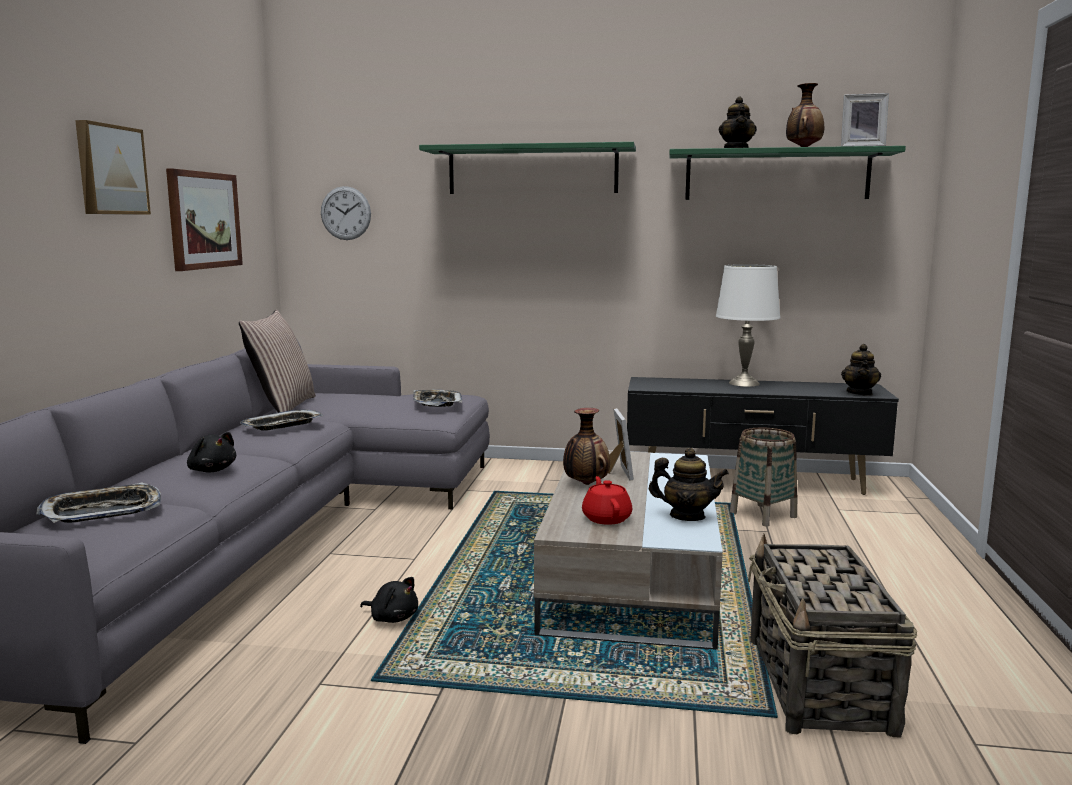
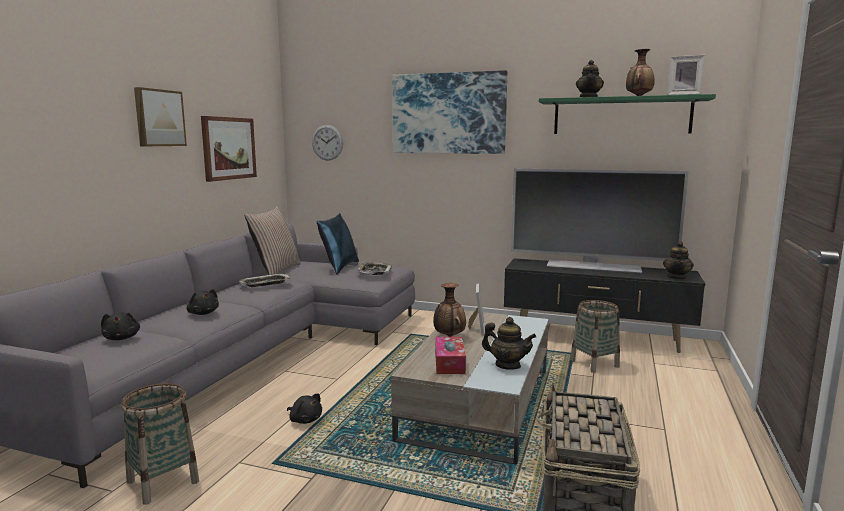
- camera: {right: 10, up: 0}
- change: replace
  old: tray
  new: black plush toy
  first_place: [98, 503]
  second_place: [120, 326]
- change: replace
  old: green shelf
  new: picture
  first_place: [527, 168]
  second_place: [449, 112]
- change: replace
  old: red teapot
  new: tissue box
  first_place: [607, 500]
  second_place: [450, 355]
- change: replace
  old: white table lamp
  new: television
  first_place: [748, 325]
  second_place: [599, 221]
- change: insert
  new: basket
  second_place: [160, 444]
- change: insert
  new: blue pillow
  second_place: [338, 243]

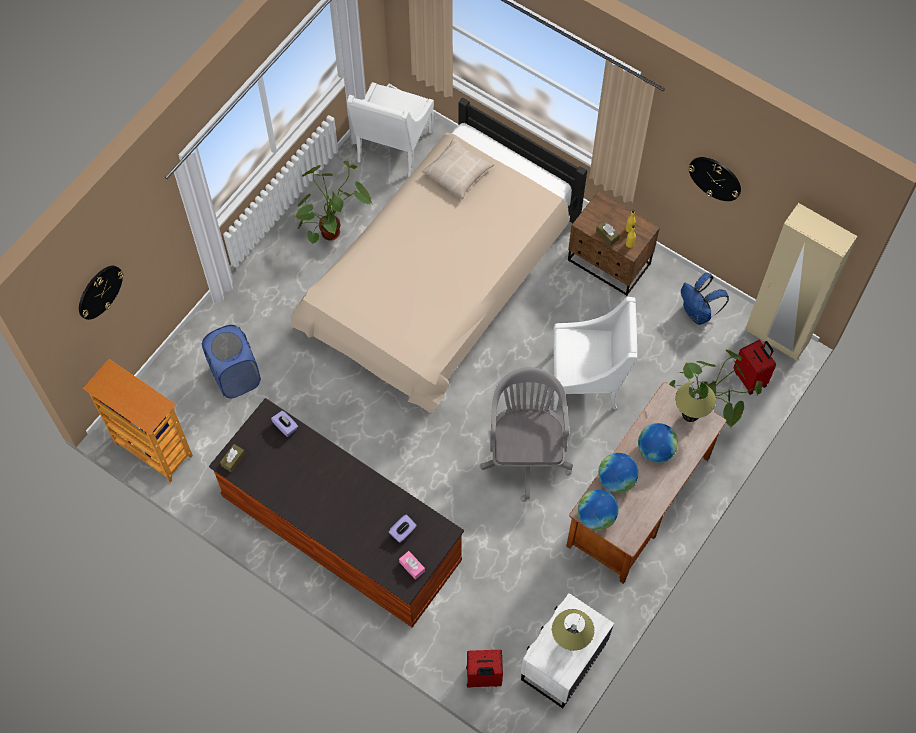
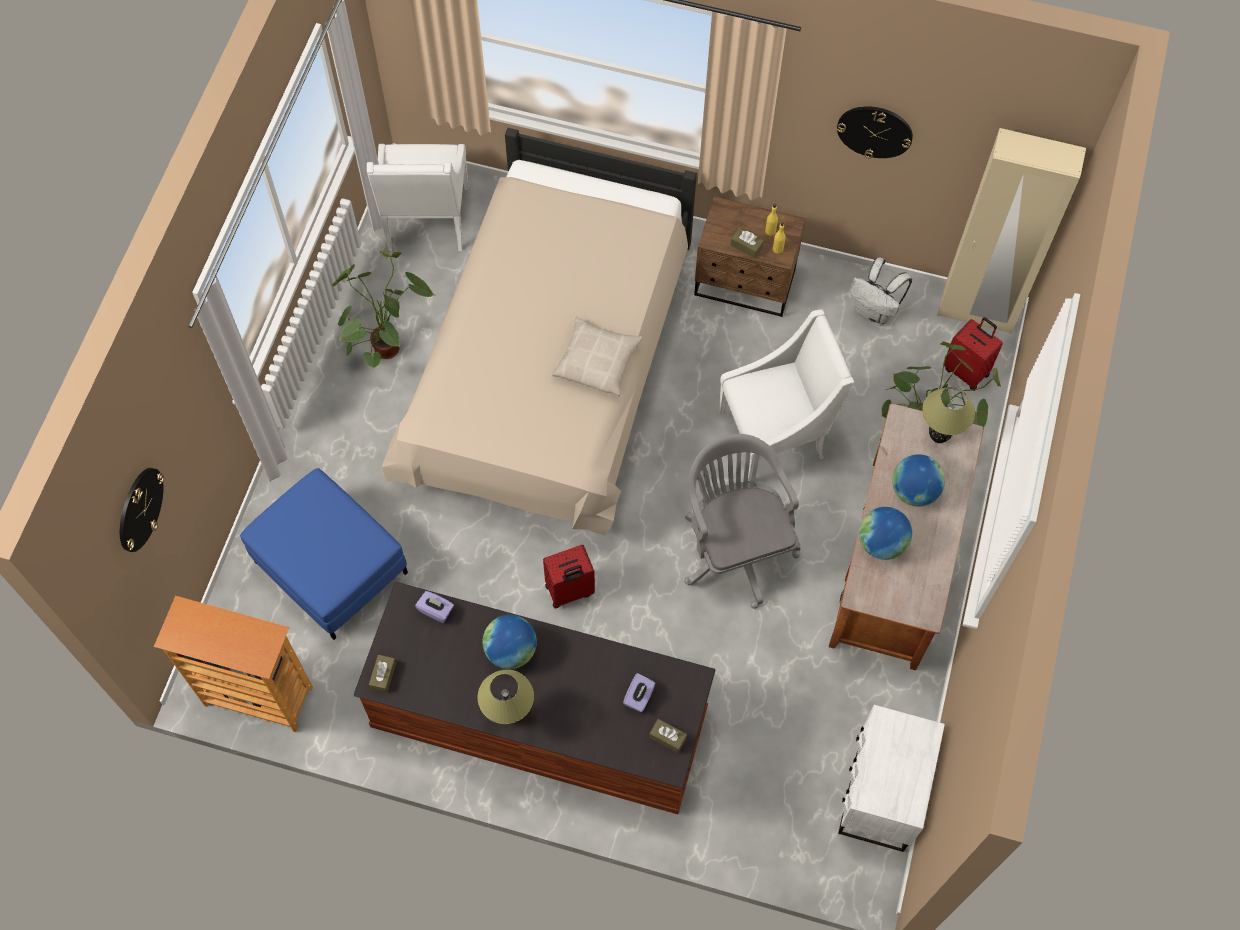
- camera: {right: -20, up: 0}
- change: replace
  old: blue laundry basket
  new: blue ottoman
  first_place: [231, 362]
  second_place: [324, 554]
- change: recolor
  old: pink tissue box
  new: brown tissue box
  first_place: [412, 565]
  second_place: [668, 736]
- change: move
  old: beige pillow
  first_place: [458, 168]
  second_place: [597, 356]
- change: move
  old: red suitcase
  first_place: [484, 669]
  second_place: [569, 577]
- change: move
  old: table lamp
  first_place: [573, 630]
  second_place: [506, 697]
- change: move
  old: globe
  first_place: [598, 509]
  second_place: [510, 642]
- change: recolor
  old: blue backpack
  new: white backpack
  first_place: [705, 299]
  second_place: [881, 292]

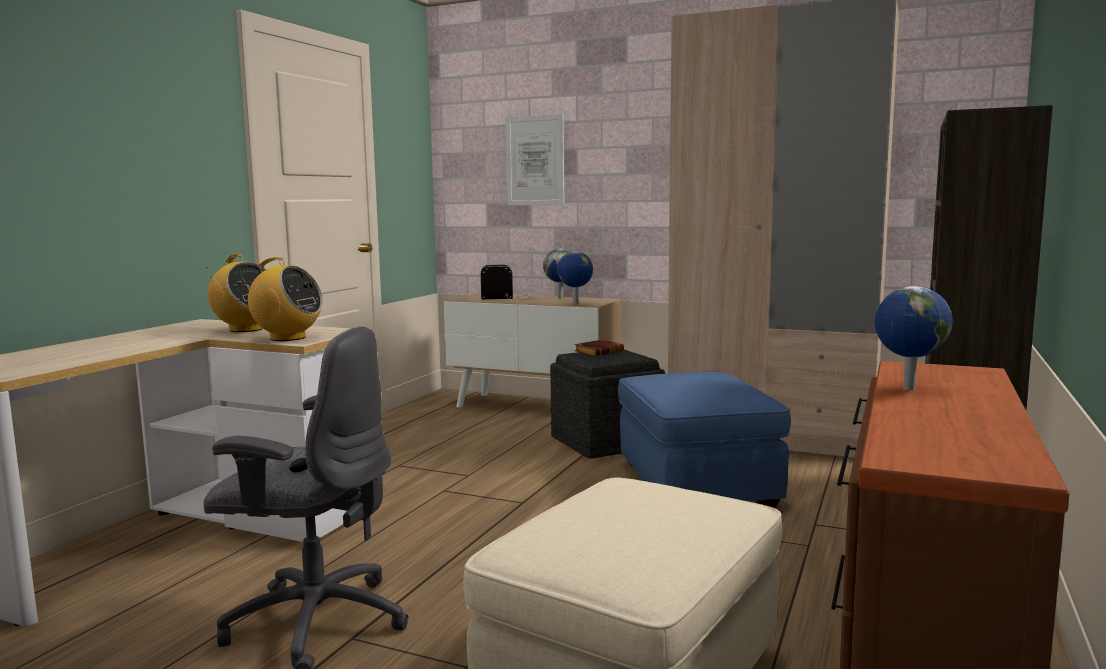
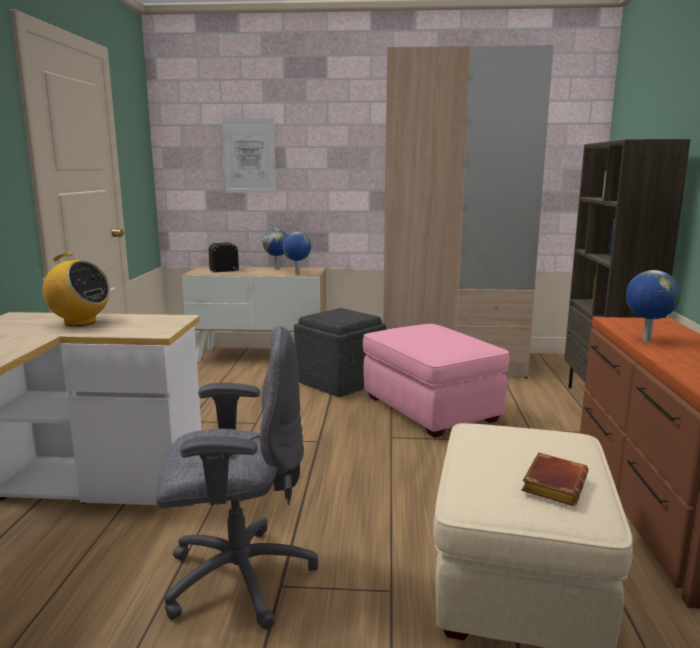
- camera: {right: -20, up: 5}
- change: delete
  old: radio
  first_place: [281, 299]
- change: move
  old: brown book
  first_place: [599, 348]
  second_place: [554, 479]
- change: recolor
  old: blue ottoman
  new: pink ottoman
  first_place: [704, 440]
  second_place: [436, 381]

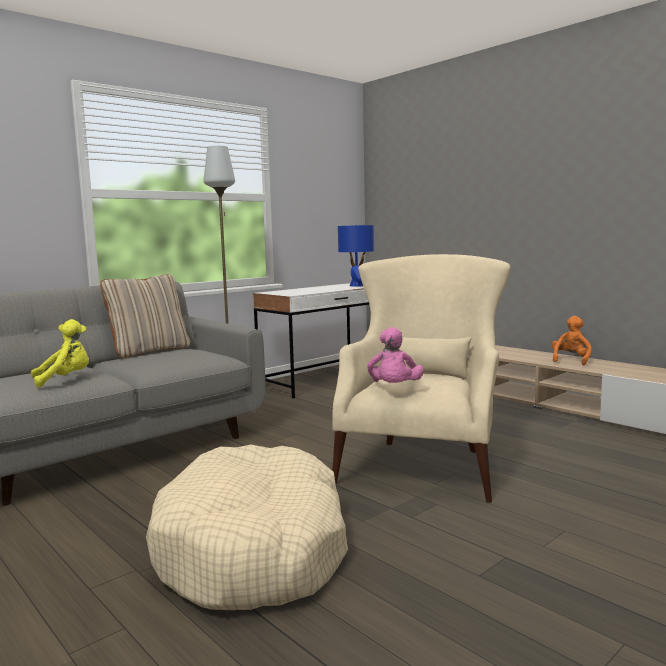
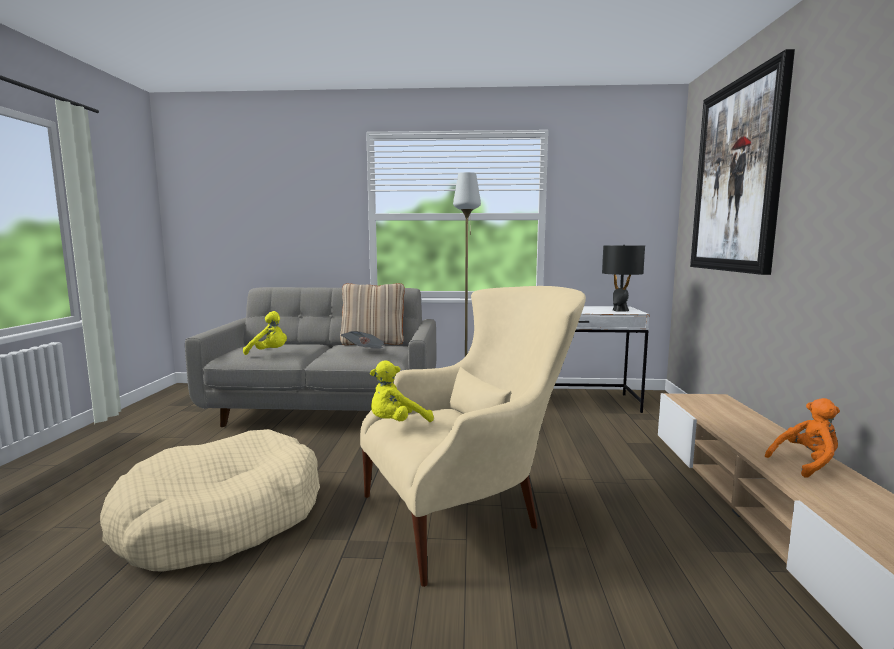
- camera: {right: 45, up: 0}
- change: recolor
  old: blue table lamp
  new: black table lamp
  first_place: [356, 256]
  second_place: [623, 278]
- change: recolor
  old: pink plush toy
  new: yellow plush toy
  first_place: [395, 355]
  second_place: [402, 391]
- change: insert
  new: newspaper
  second_place: [362, 340]
- change: insert
  new: picture
  second_place: [742, 162]

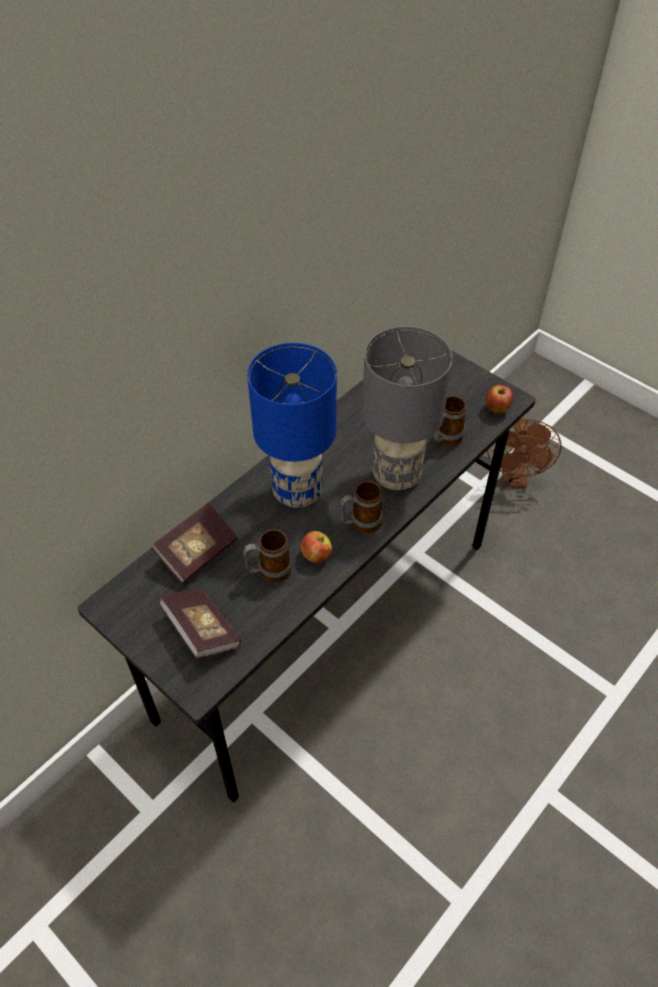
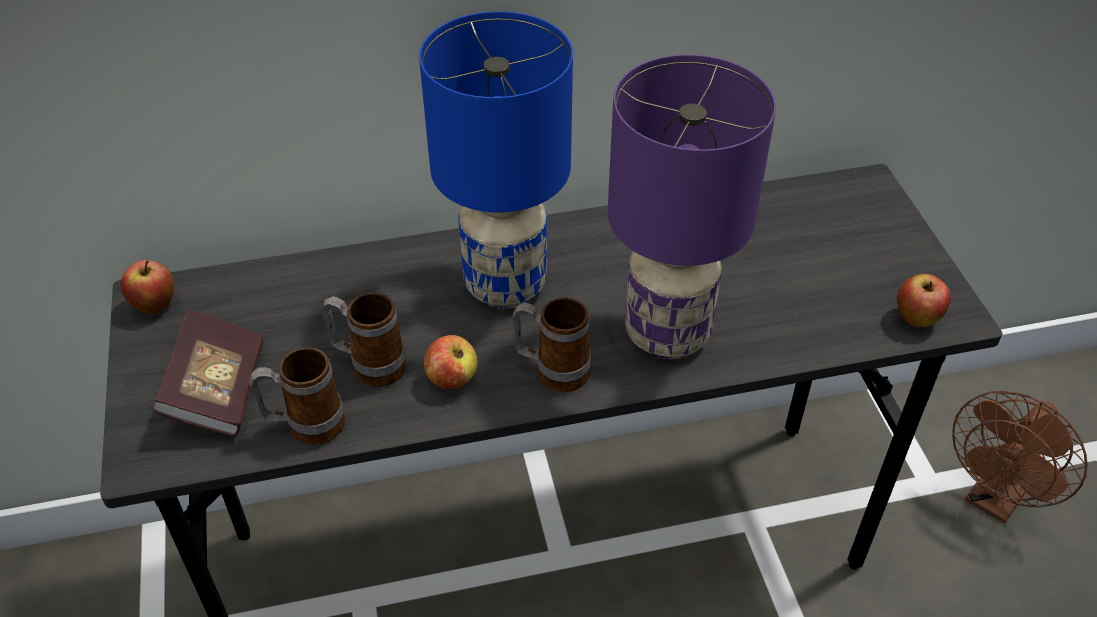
- camera: {right: 35, up: -5}
- change: delete
  old: book
  first_place: [195, 542]
- change: recolor
  old: grey table lamp
  new: purple table lamp
  first_place: [407, 408]
  second_place: [692, 207]
- change: move
  old: mug
  first_place: [449, 421]
  second_place: [297, 396]
- change: insert
  new: apple
  second_place: [147, 287]

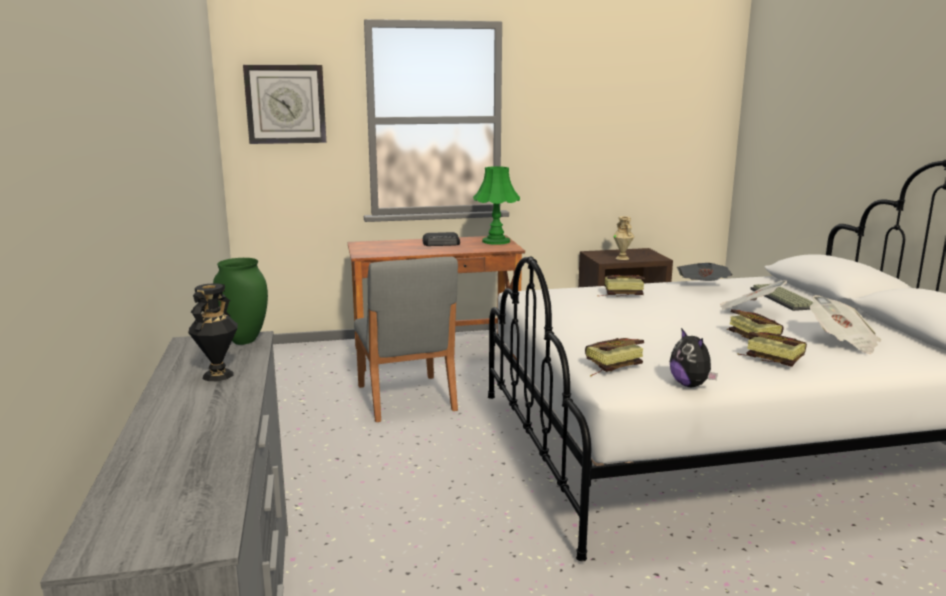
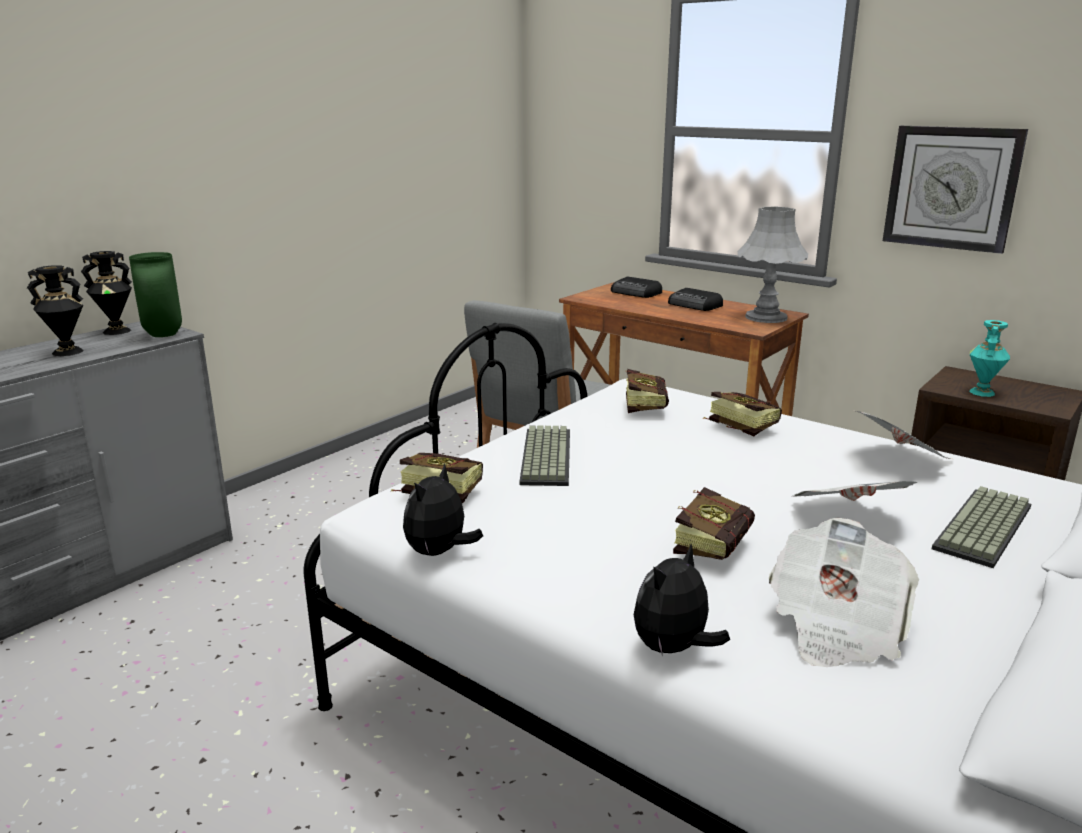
- camera: {right: 50, up: 5}
- change: move
  old: wall clock
  first_place: [284, 104]
  second_place: [955, 190]
- change: recolor
  old: green table lamp
  new: grey table lamp
  first_place: [496, 205]
  second_place: [773, 265]
- change: recolor
  old: beige vase
  new: turquoise vase
  first_place: [623, 238]
  second_place: [990, 358]
- change: move
  old: book
  first_place: [772, 349]
  second_place: [647, 391]
- change: insert
  new: black vase
  second_place: [106, 293]
- change: insert
  new: keyboard
  second_place: [544, 455]
- change: insert
  new: radio
  second_place: [636, 287]
- change: insert
  new: plush toy
  second_place: [682, 600]

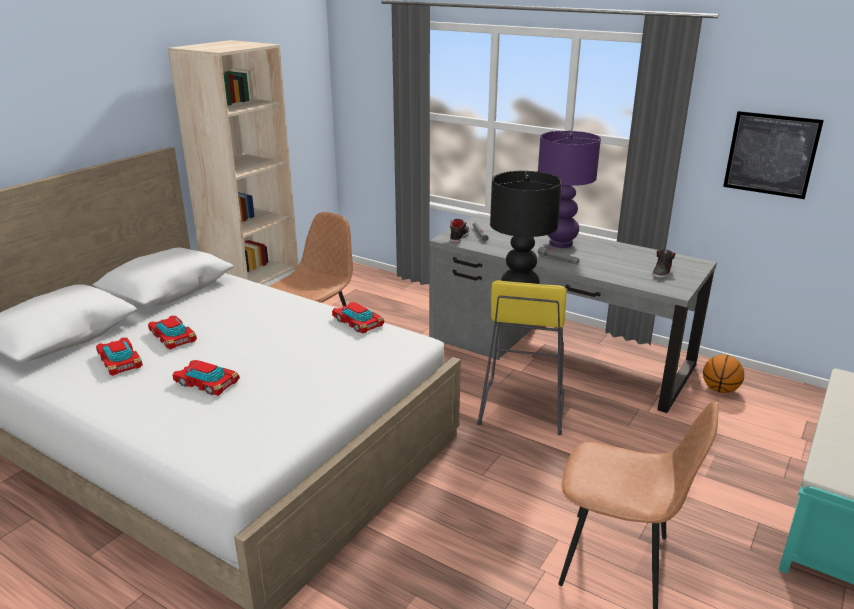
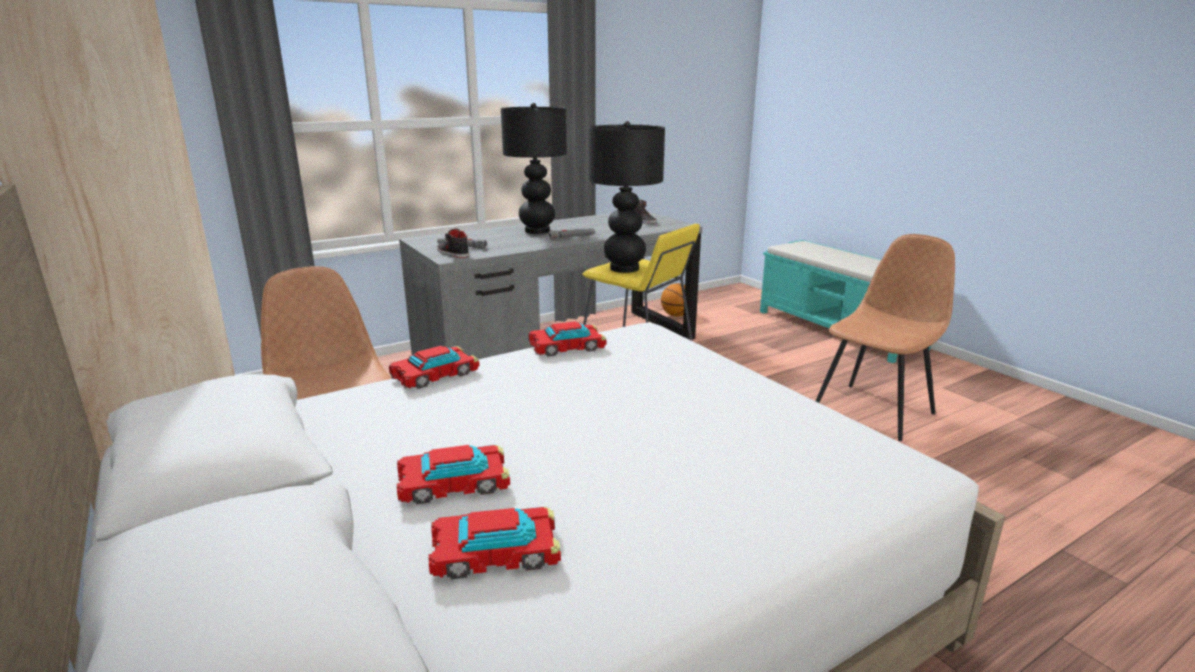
- camera: {right: -65, up: -5}
- change: move
  old: toy car
  first_place: [206, 378]
  second_place: [434, 367]
- change: recolor
  old: purple table lamp
  new: black table lamp
  first_place: [569, 189]
  second_place: [534, 168]
- change: delete
  old: picture
  first_place: [773, 155]

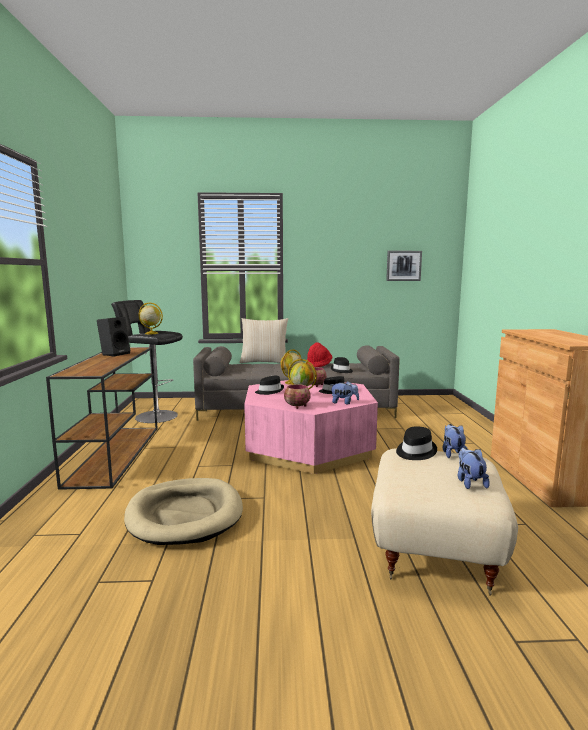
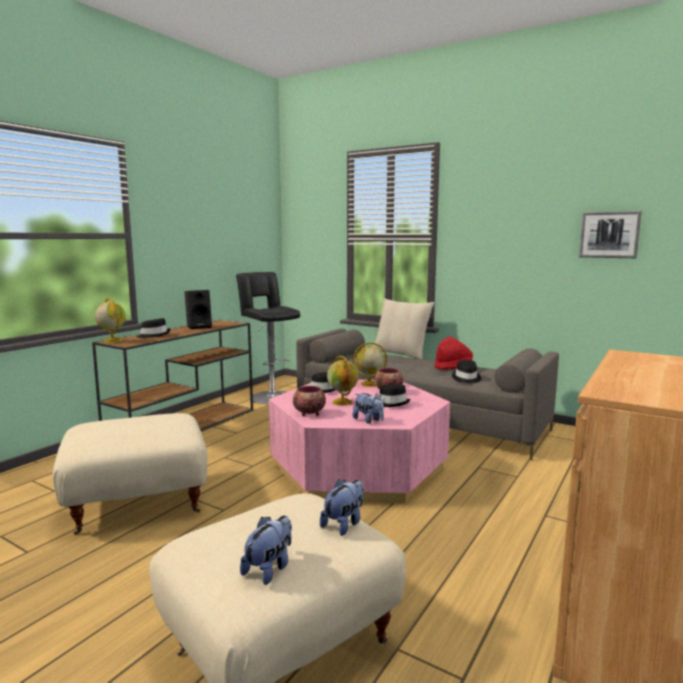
- camera: {right: 35, up: 0}
- change: replace
  old: beige dog bed
  new: beige ottoman
  first_place: [183, 511]
  second_place: [130, 474]
- change: move
  old: globe
  first_place: [150, 318]
  second_place: [110, 320]
- change: move
  old: black hat
  first_place: [416, 443]
  second_place: [153, 328]

